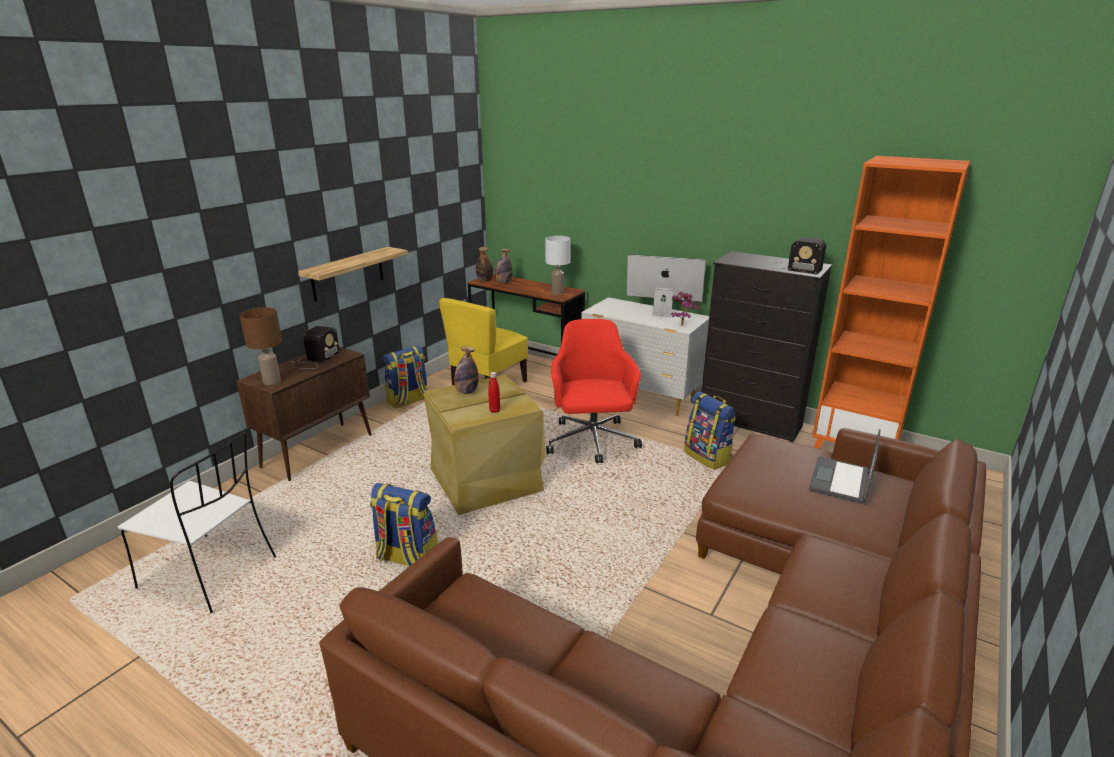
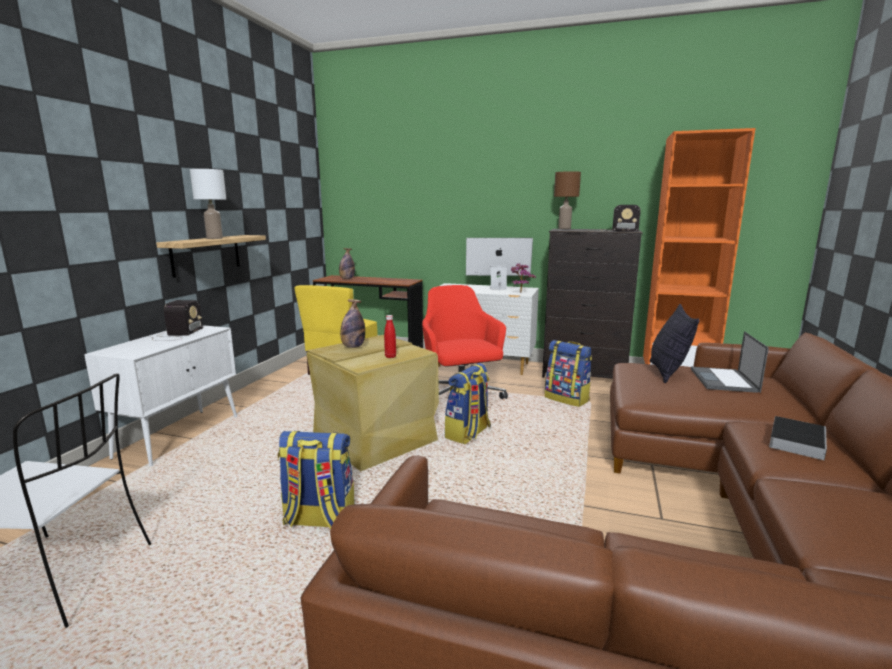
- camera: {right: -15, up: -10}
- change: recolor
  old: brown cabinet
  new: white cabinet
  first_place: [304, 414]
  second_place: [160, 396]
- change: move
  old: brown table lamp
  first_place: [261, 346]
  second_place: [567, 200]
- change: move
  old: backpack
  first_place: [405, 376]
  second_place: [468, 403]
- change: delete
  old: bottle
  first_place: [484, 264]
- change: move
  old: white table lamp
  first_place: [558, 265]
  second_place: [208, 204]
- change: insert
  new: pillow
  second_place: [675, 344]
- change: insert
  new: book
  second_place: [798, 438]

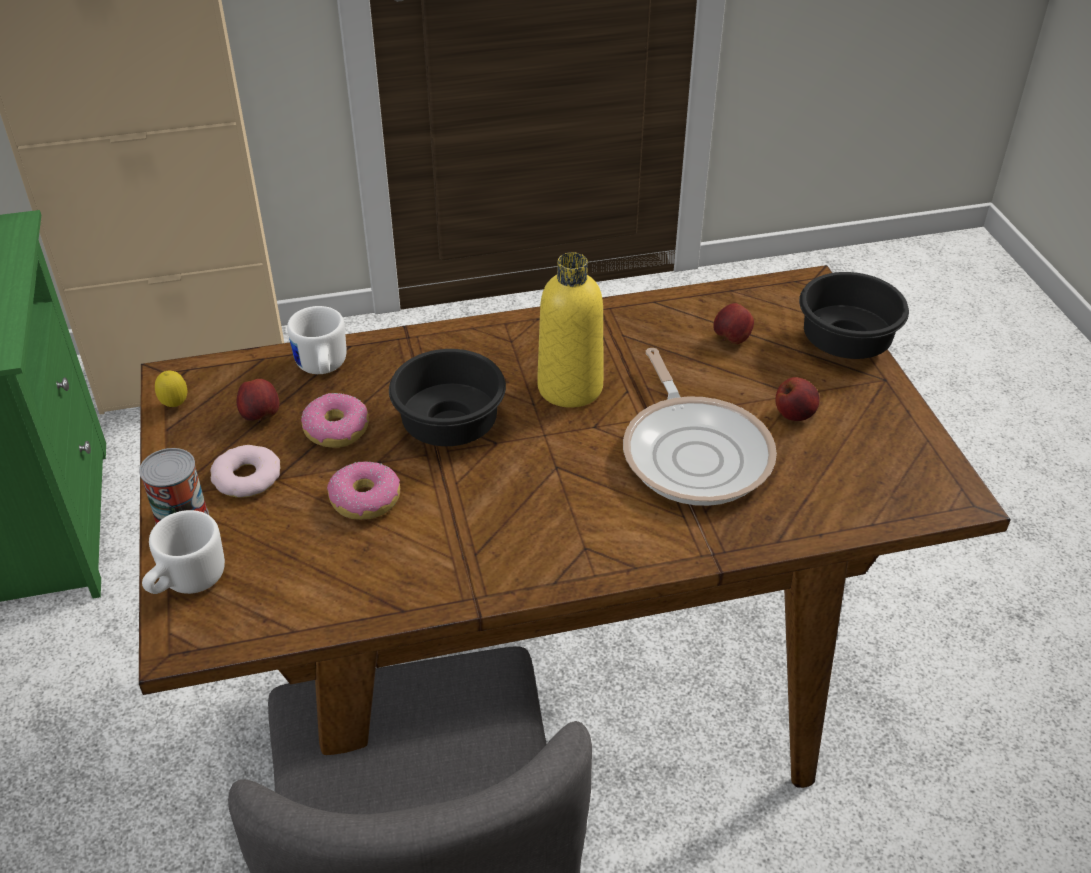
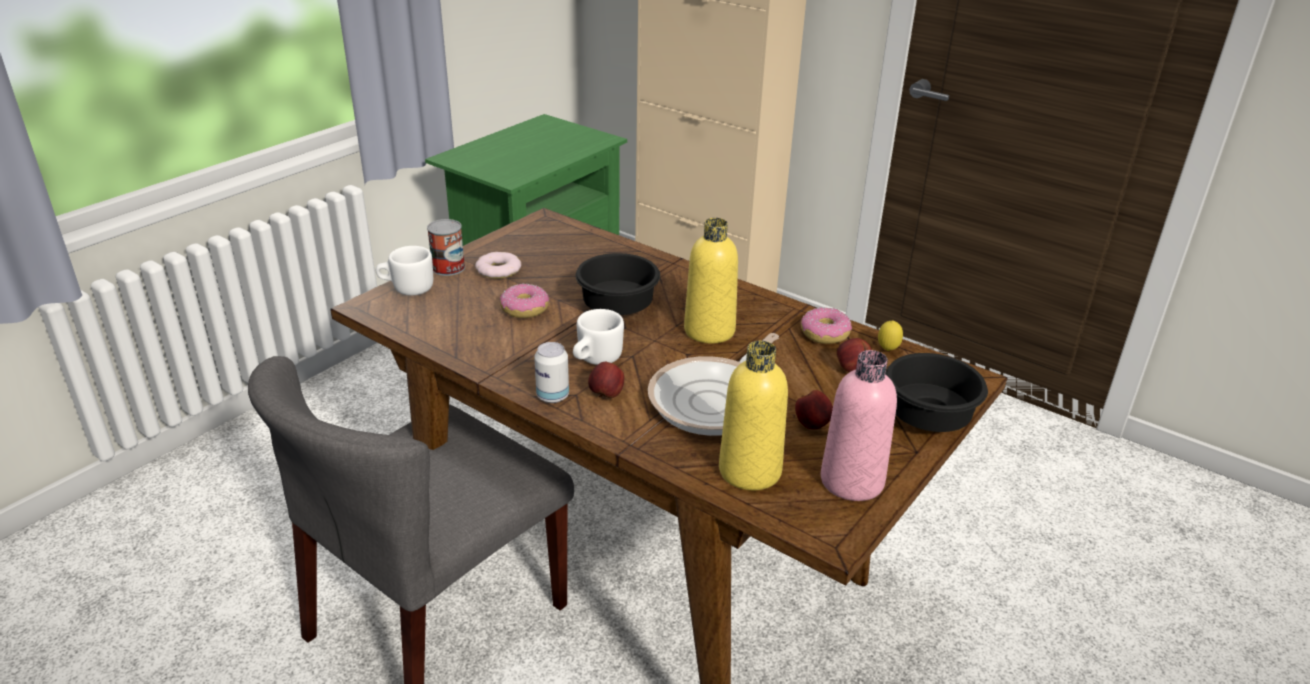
- camera: {right: 50, up: -10}
- change: move
  old: lemon
  first_place: [171, 389]
  second_place: [890, 335]
- change: move
  old: apple
  first_place: [258, 401]
  second_place: [606, 380]
- change: move
  old: white mug
  first_place: [316, 340]
  second_place: [598, 337]
- change: move
  old: donut
  first_place: [335, 420]
  second_place: [826, 325]
- change: insert
  new: can
  second_place: [551, 372]
- change: insert
  new: yellow bottle
  second_place: [753, 415]
- change: insert
  new: pink bottle
  second_place: [859, 425]

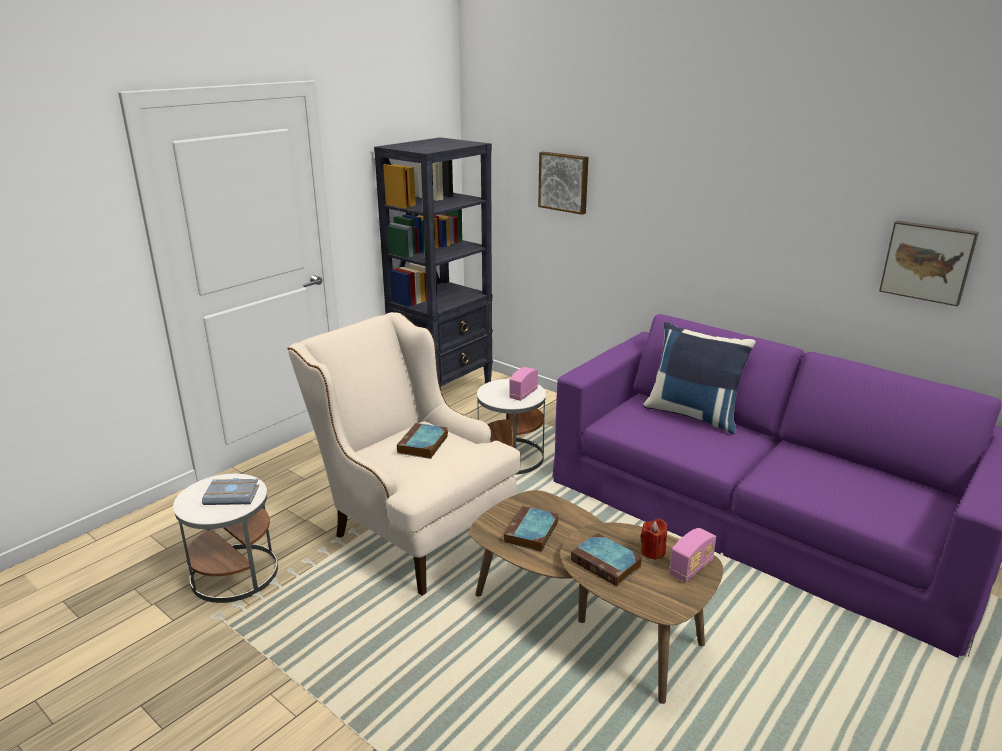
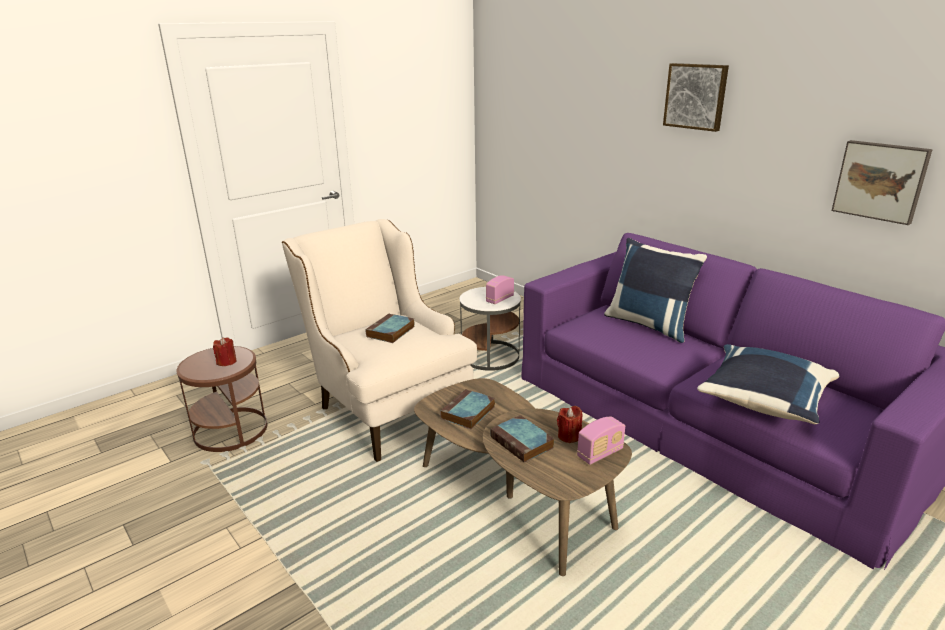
- camera: {right: 10, up: 0}
- change: recolor
  old: white side table
  new: brown side table
  first_place: [225, 538]
  second_place: [221, 399]
- change: replace
  old: grey book
  new: red candle
  first_place: [230, 491]
  second_place: [225, 351]
- change: delete
  old: black bookcase
  first_place: [433, 263]
- change: move
  old: picture
  first_place: [563, 183]
  second_place: [696, 97]
- change: insert
  new: blue pillow
  second_place: [768, 384]

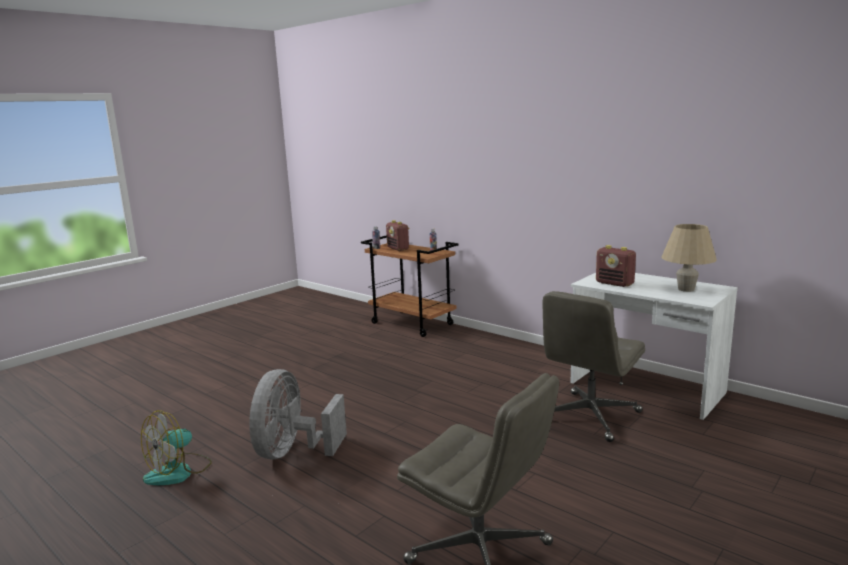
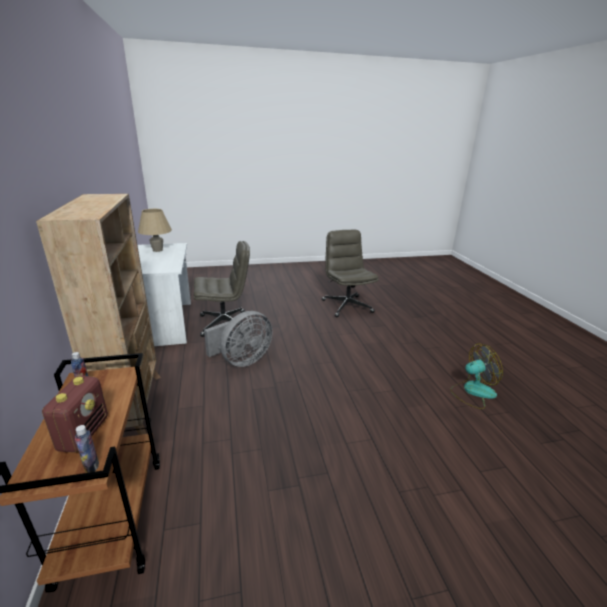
- camera: {right: -145, up: 10}
- change: move
  old: grey fan
  first_place: [298, 414]
  second_place: [238, 339]
- change: delete
  old: radio
  first_place: [616, 266]
- change: insert
  new: beige bookcase
  second_place: [98, 314]

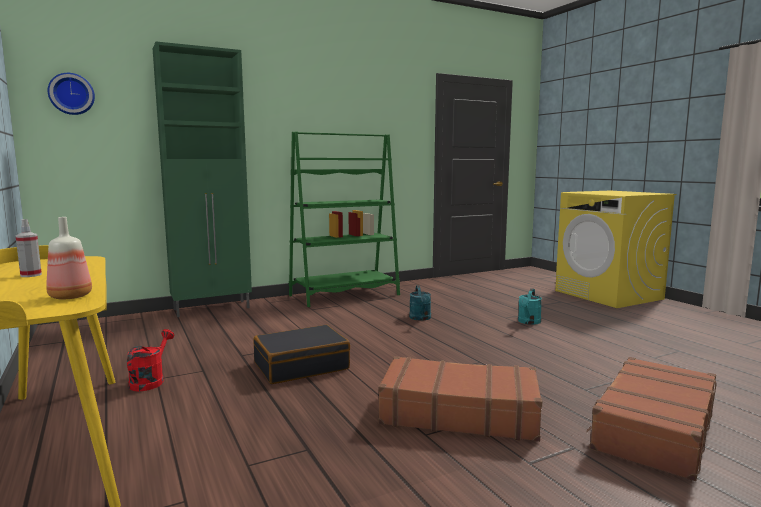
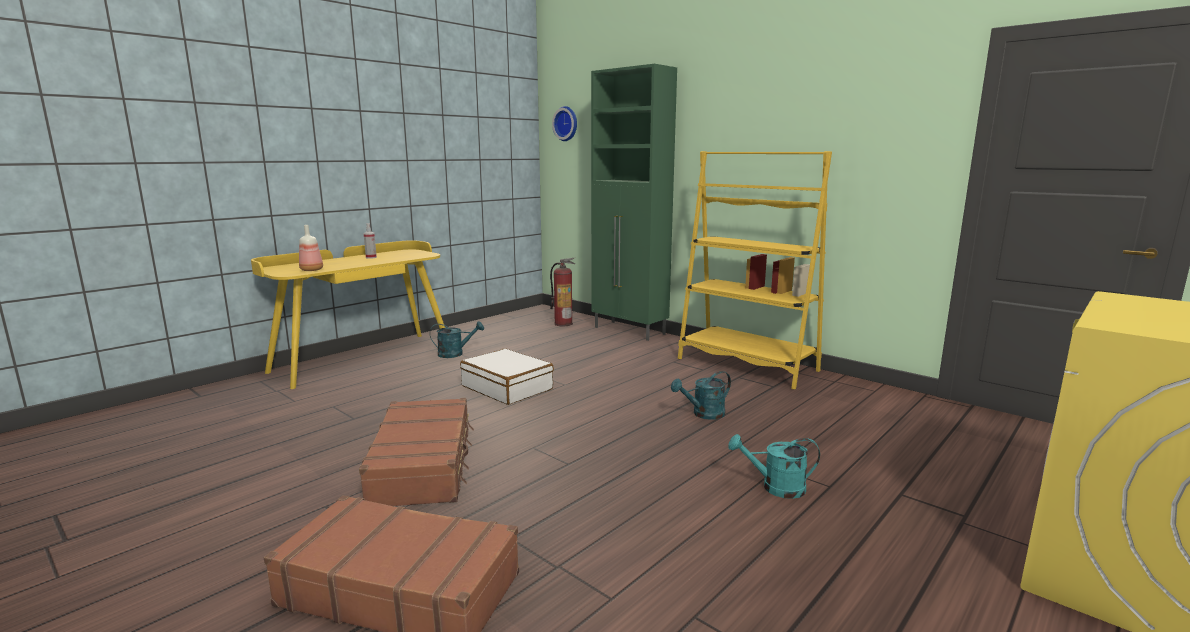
- camera: {right: 70, up: 5}
- change: recolor
  old: red watering can
  new: turquoise watering can
  first_place: [150, 360]
  second_place: [457, 339]
- change: recolor
  old: black suitcase
  new: white suitcase
  first_place: [301, 354]
  second_place: [507, 376]
- change: recolor
  old: green bookcase
  new: yellow bookcase
  first_place: [344, 219]
  second_place: [755, 270]
- change: insert
  new: fire extinguisher
  second_place: [562, 292]

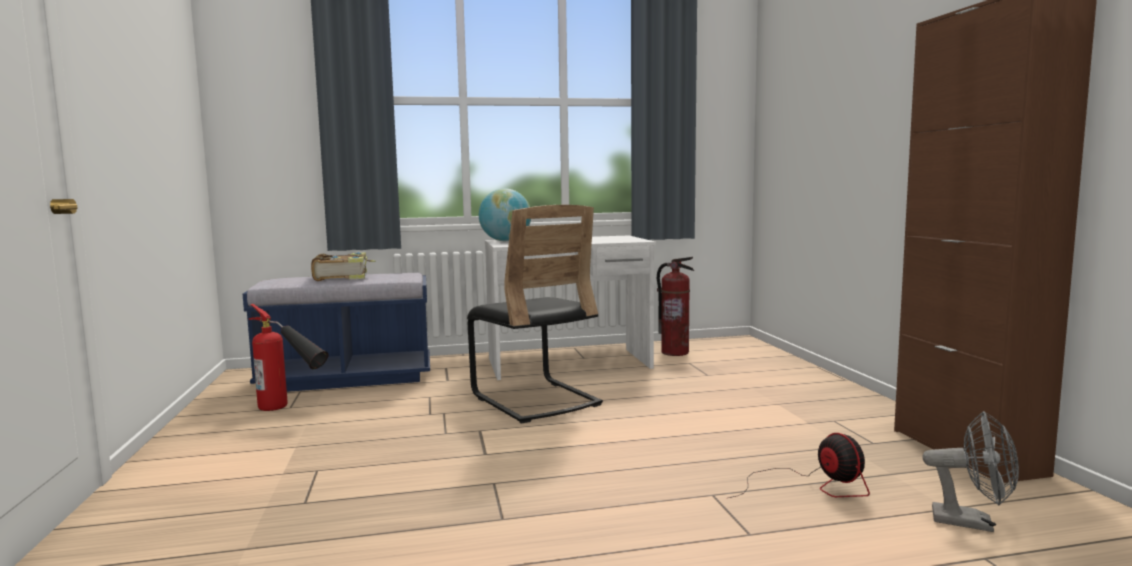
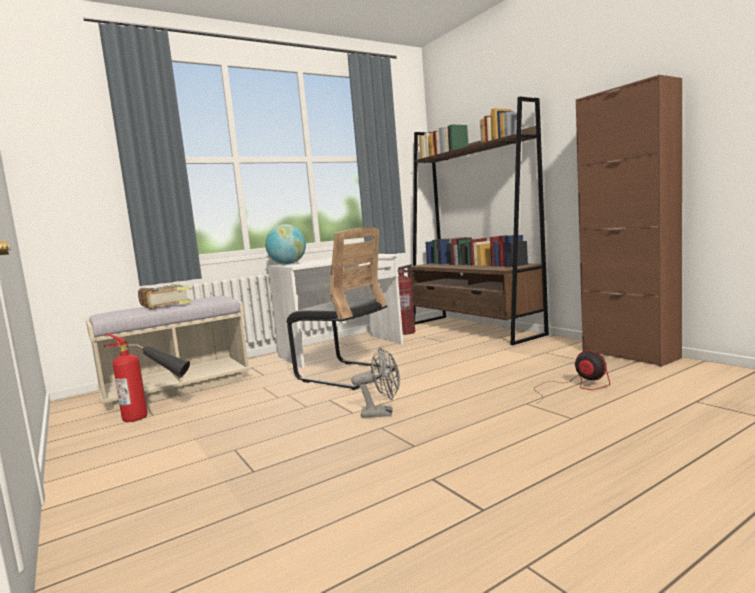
- camera: {right: -20, up: 0}
- change: recolor
  old: blue bench
  new: beige bench
  first_place: [336, 332]
  second_place: [168, 353]
- change: move
  old: grey fan
  first_place: [970, 471]
  second_place: [375, 382]
- change: insert
  new: brown bookcase
  second_place: [478, 220]

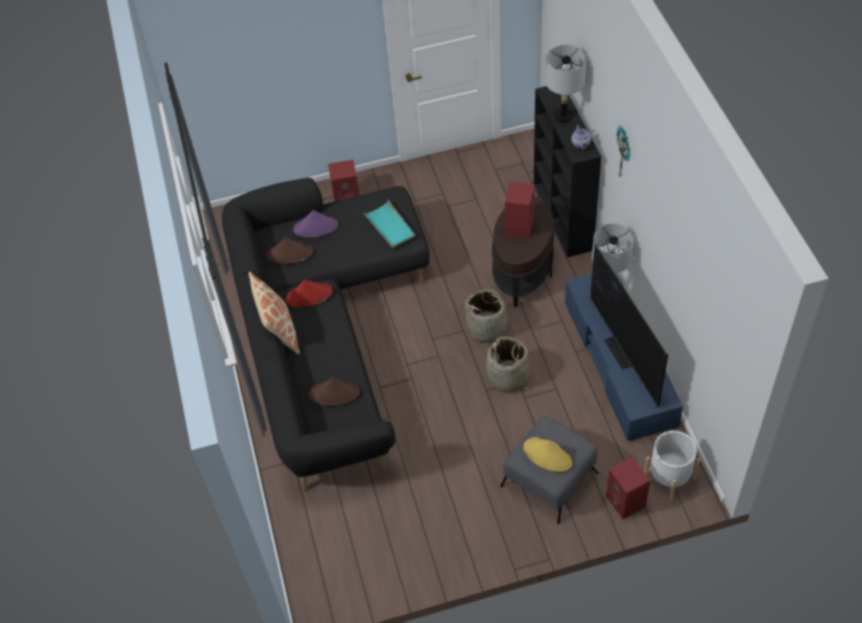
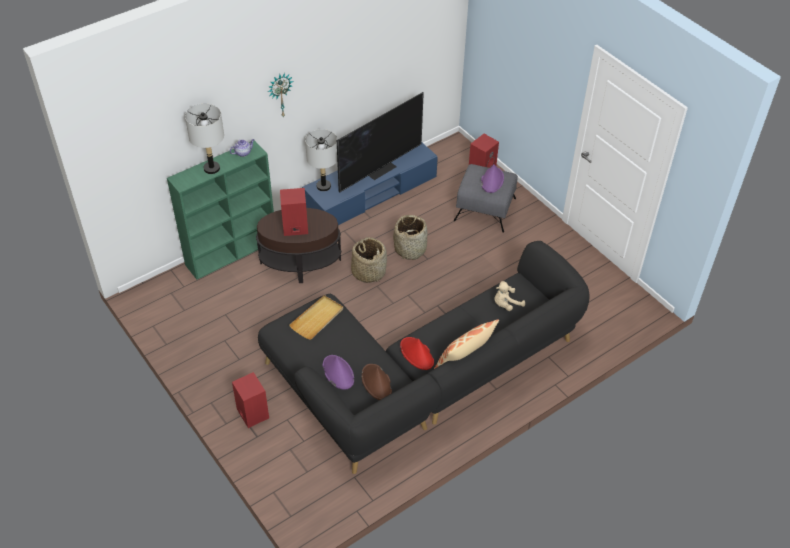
- camera: {right: -115, up: -5}
- change: replace
  old: brown hat
  new: beige plush toy
  first_place: [334, 392]
  second_place: [510, 296]
- change: recolor
  old: turquoise tray
  new: beige tray
  first_place: [389, 224]
  second_place: [316, 317]
- change: recolor
  old: yellow hat
  new: purple hat
  first_place: [548, 454]
  second_place: [492, 178]
- change: recolor
  old: black bookcase
  new: green bookcase
  first_place: [567, 171]
  second_place: [220, 210]
- change: delete
  old: white planter
  first_place: [672, 466]

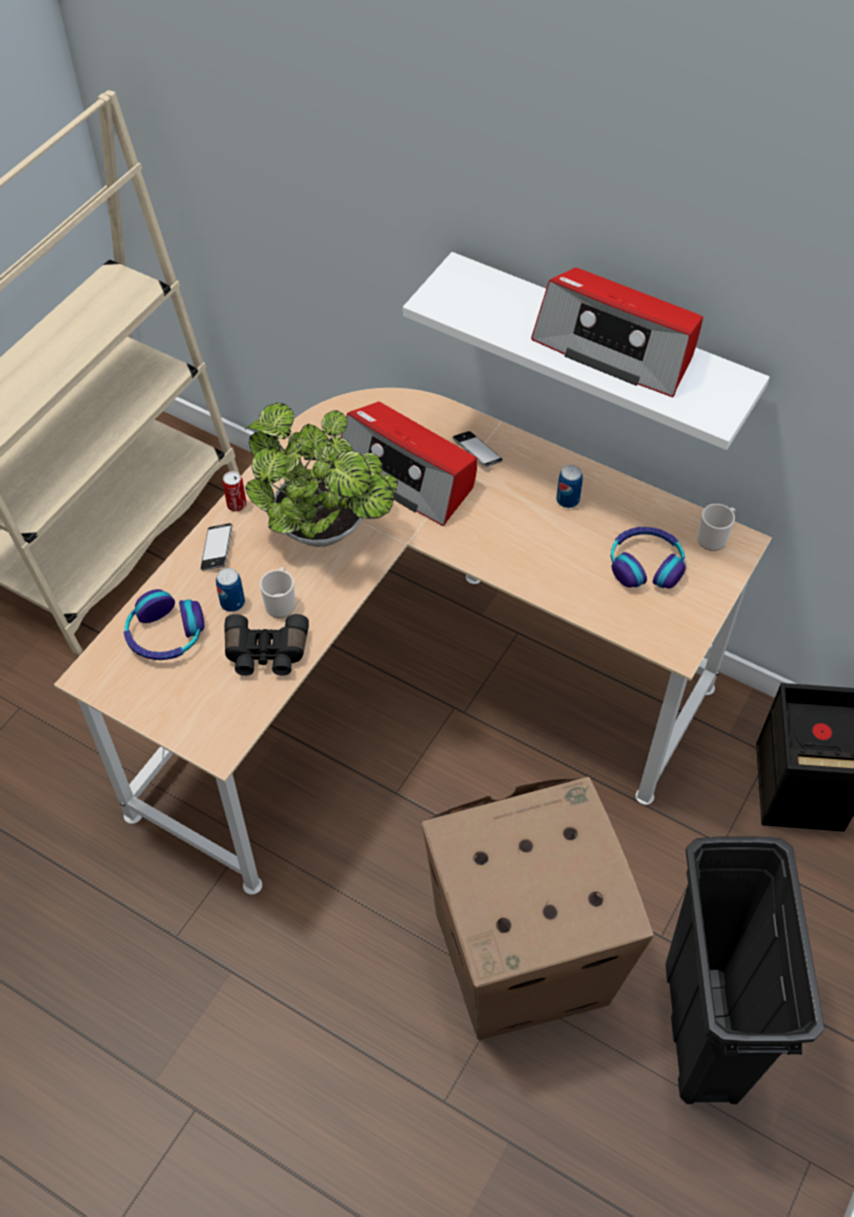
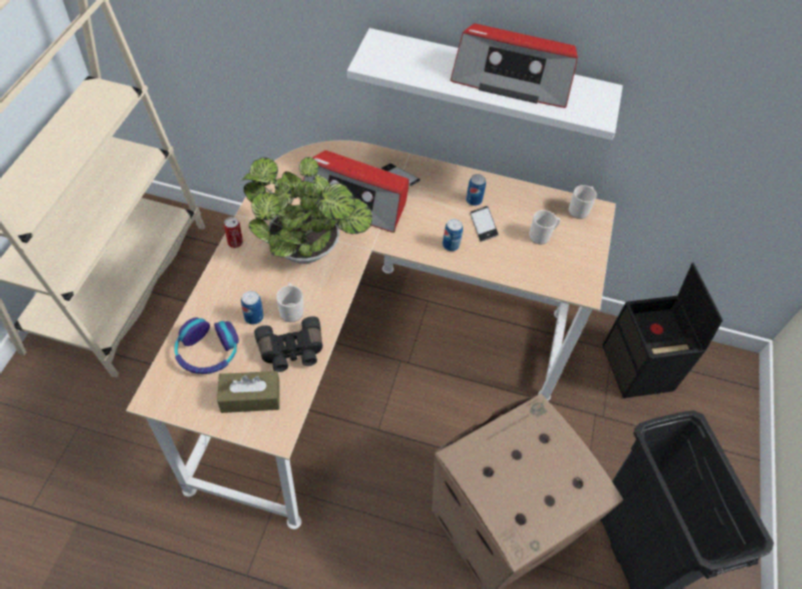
- camera: {right: -20, up: 0}
- change: move
  old: phone
  first_place: [216, 547]
  second_place: [484, 224]
- change: replace
  old: headphones
  new: mug
  first_place: [648, 558]
  second_place: [544, 227]
- change: insert
  new: brown tissue box
  second_place: [248, 392]
- change: insert
  new: can
  second_place: [452, 235]

